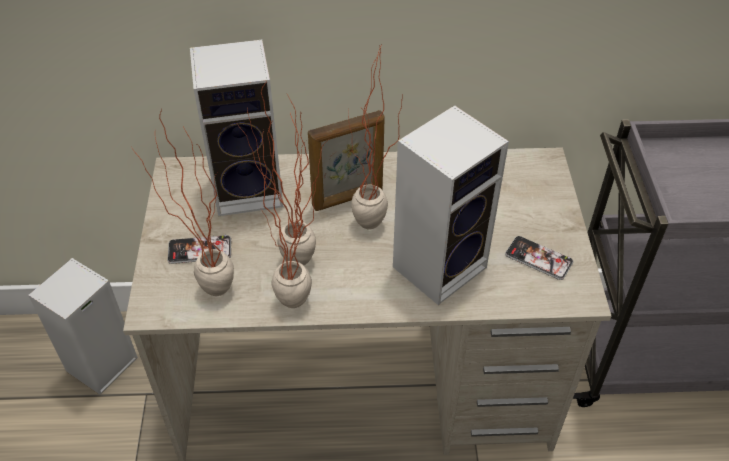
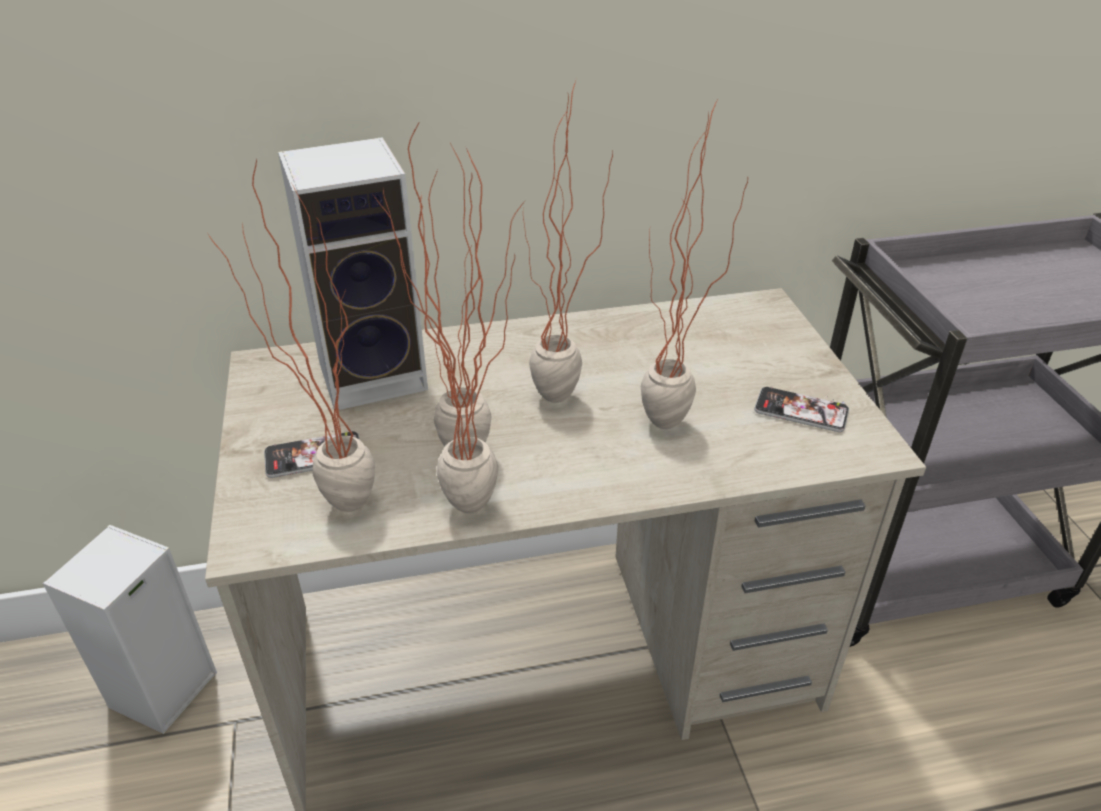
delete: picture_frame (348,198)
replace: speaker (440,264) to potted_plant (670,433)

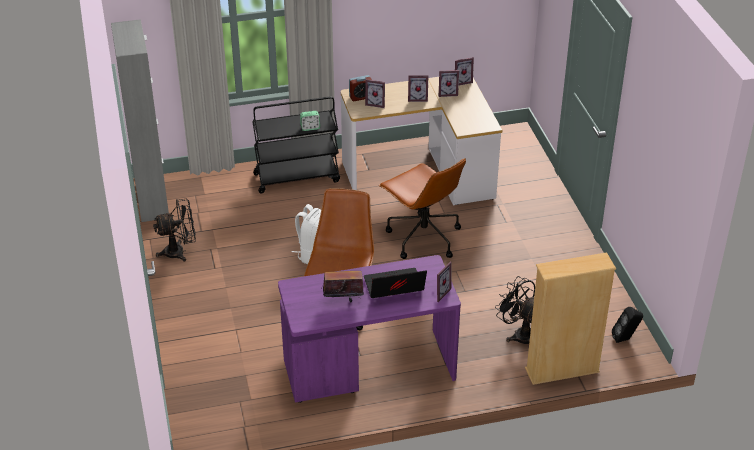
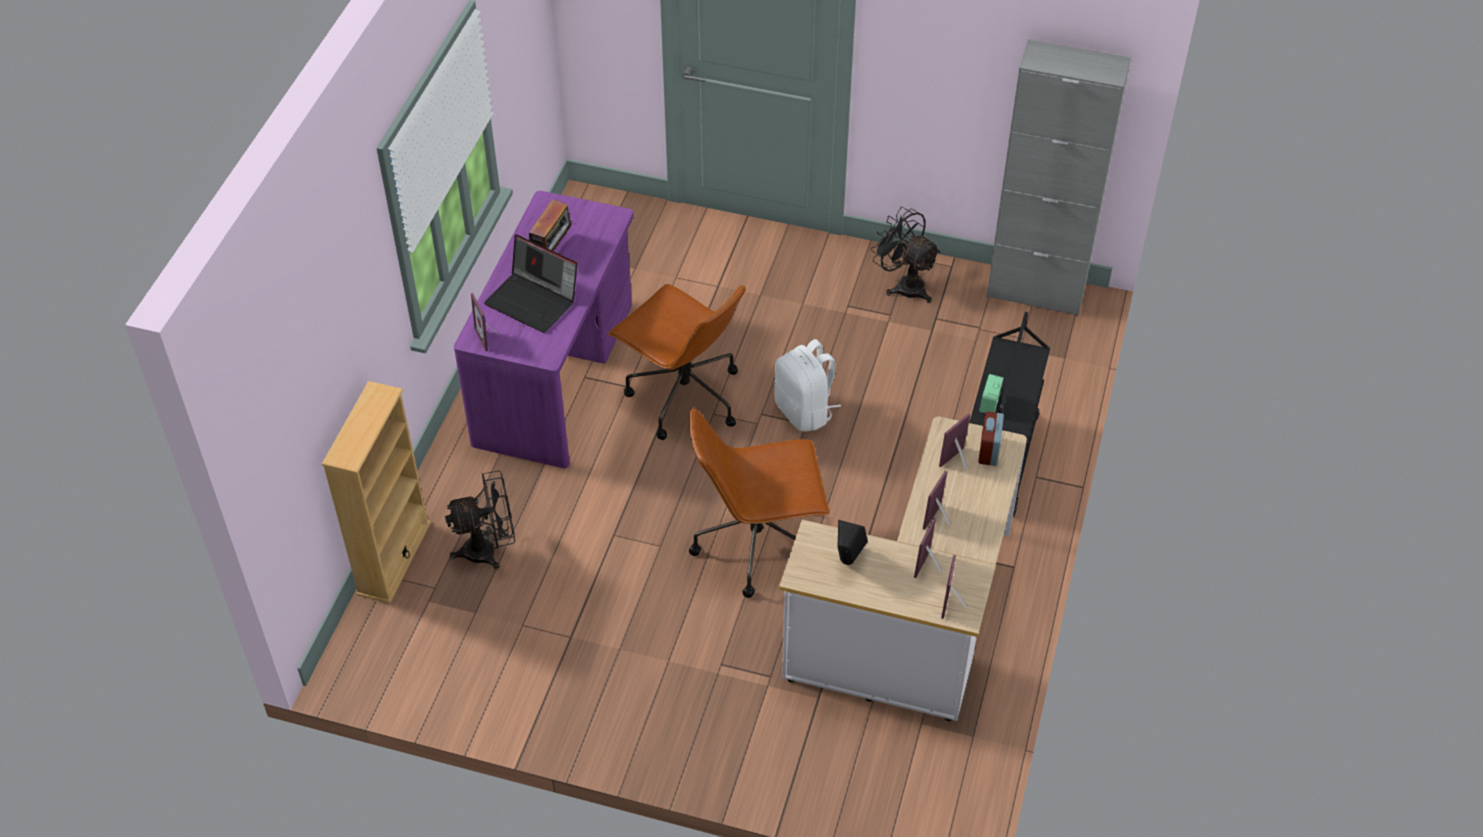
move: black_speaker (625,339) to (847,562)
rotate: black_fan (180,252) = (904,285) 120 degrees clockwise; laptop (393,287) = (534,301) 105 degrees clockwise

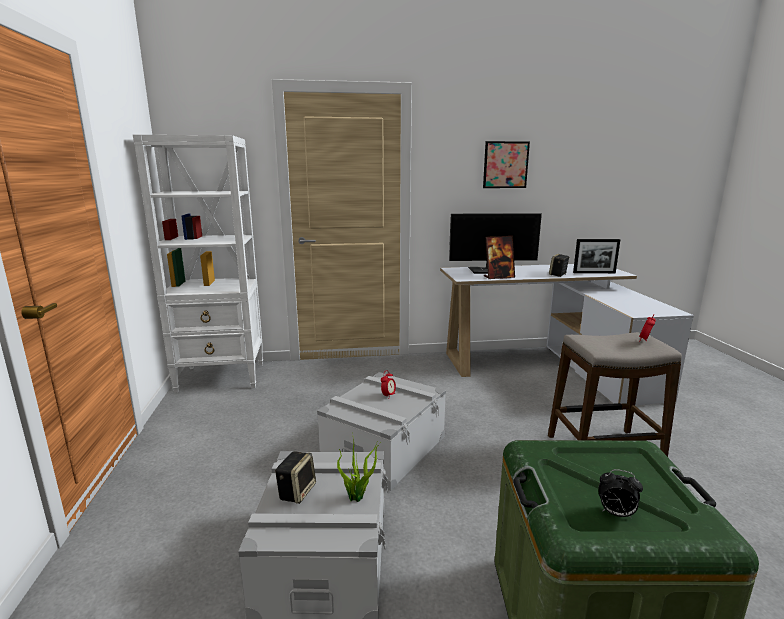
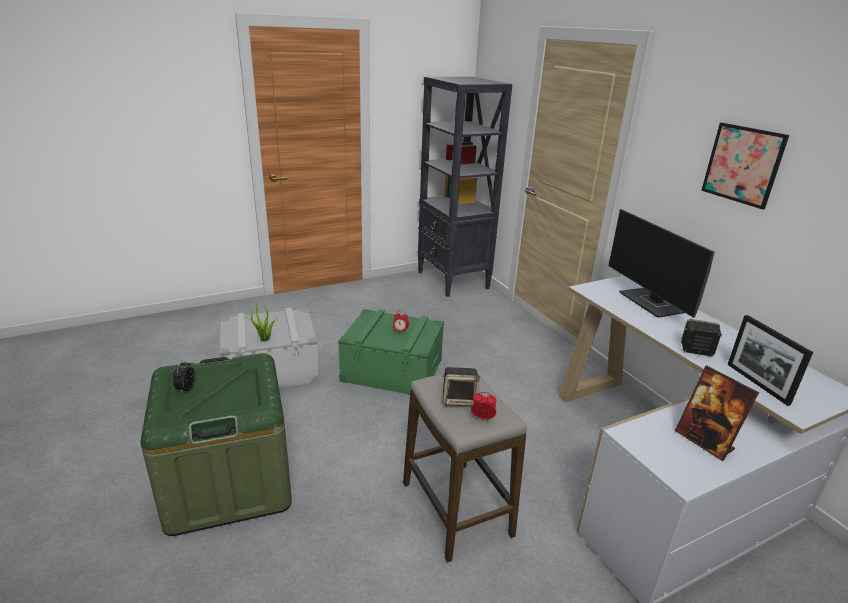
move: picture_frame (498,277) to (704,441); speaker (297,491) to (459,400)
recolor: white_bookcase (222,377) to black_bookcase (453,280); grey_storage_box (384,448) to green_storage_box (392,370)

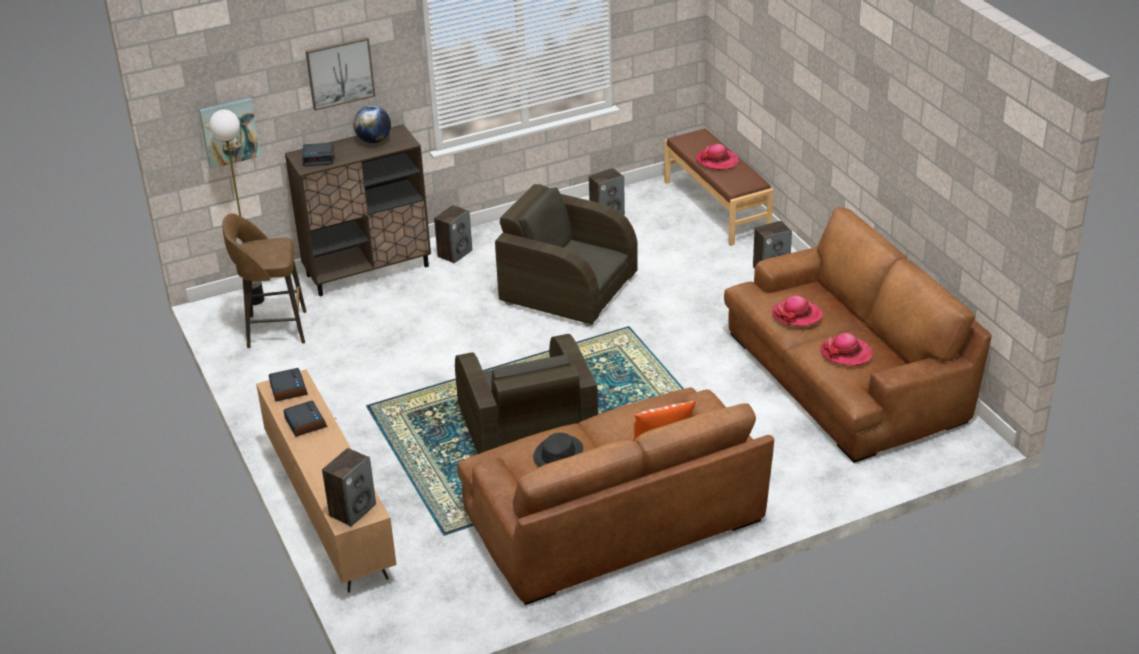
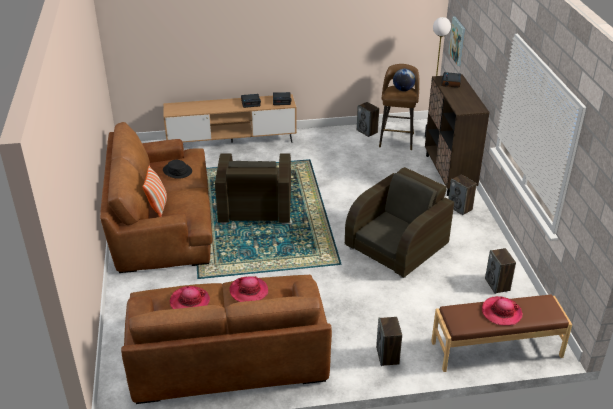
delete: picture (340,72)
move: globe (374,140) to (403,90); speaker (352,510) to (367,131)
rotate: brown_armchair (527,431) = (255,206) 90 degrees counterclockwise

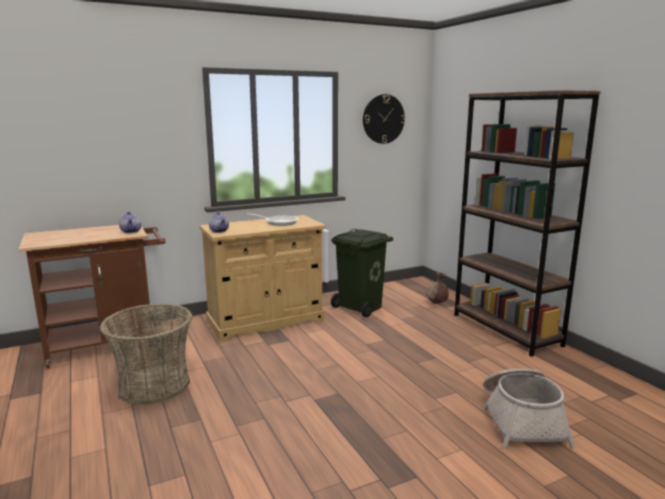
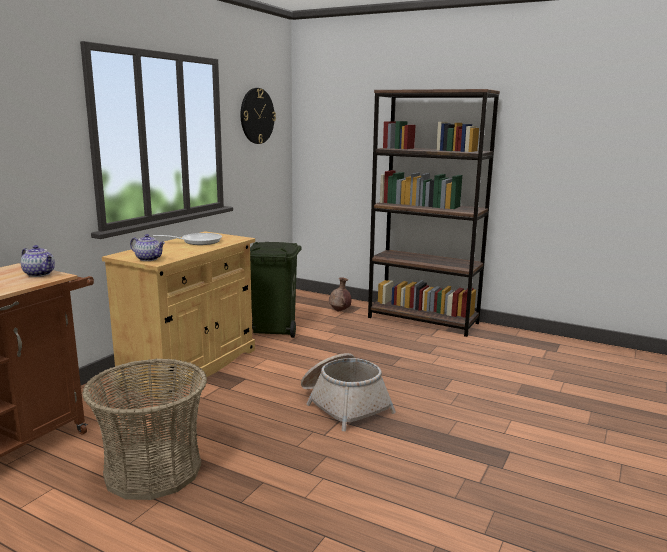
move: basket (521,420) to (343,404)

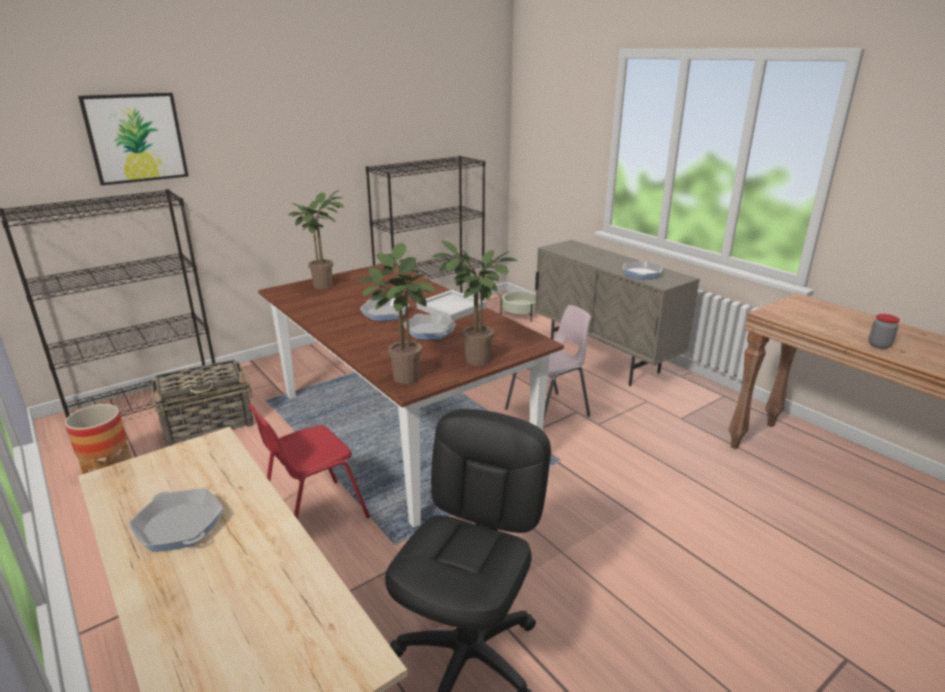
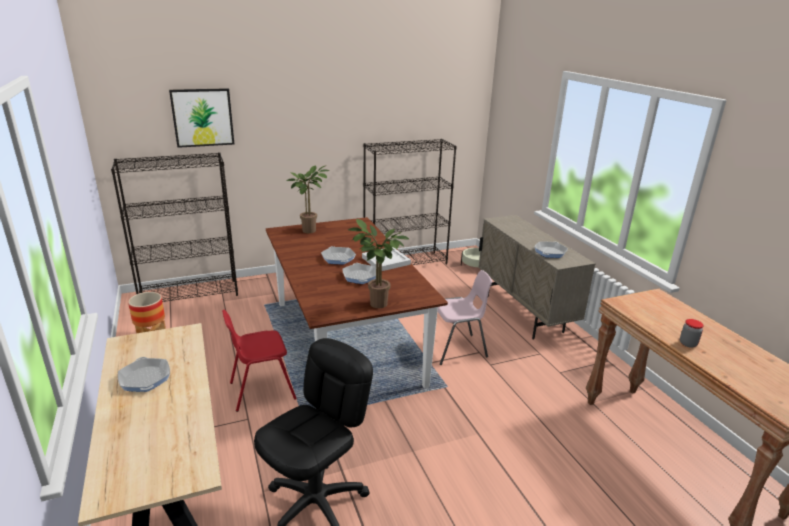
delete: potted_plant (402,376); basket (209,424)

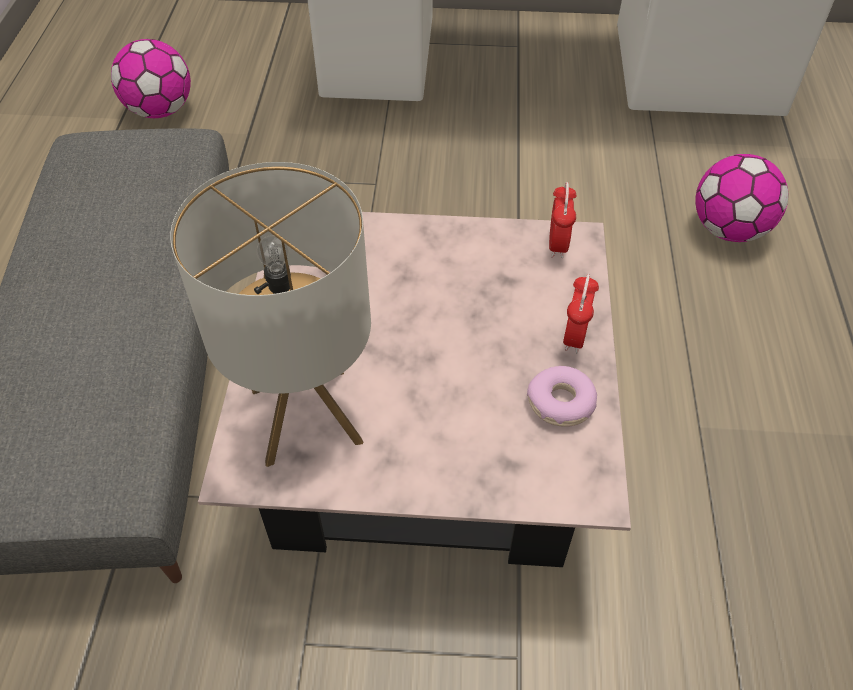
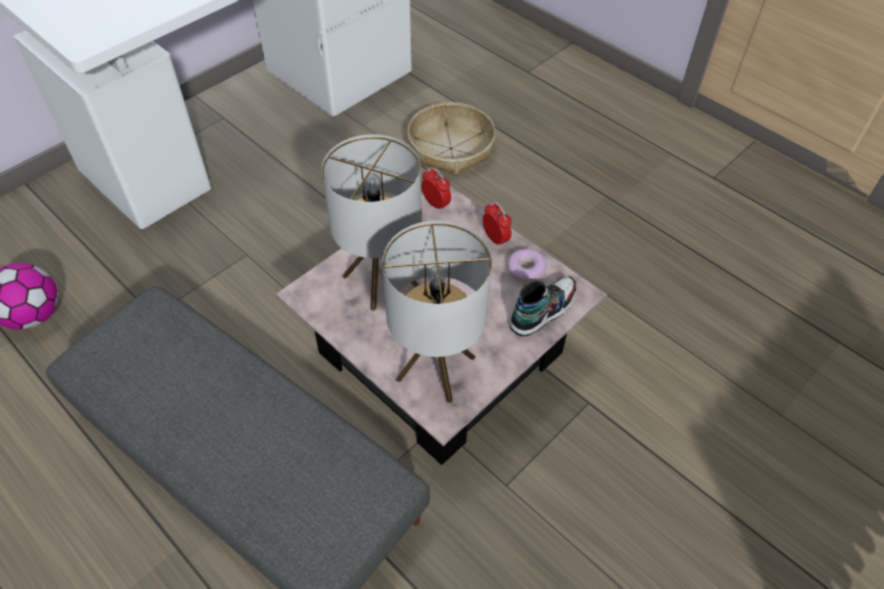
insert: table_lamp (380,280); shoe (542,311)
replace: football (728,229) to basket (450,148)

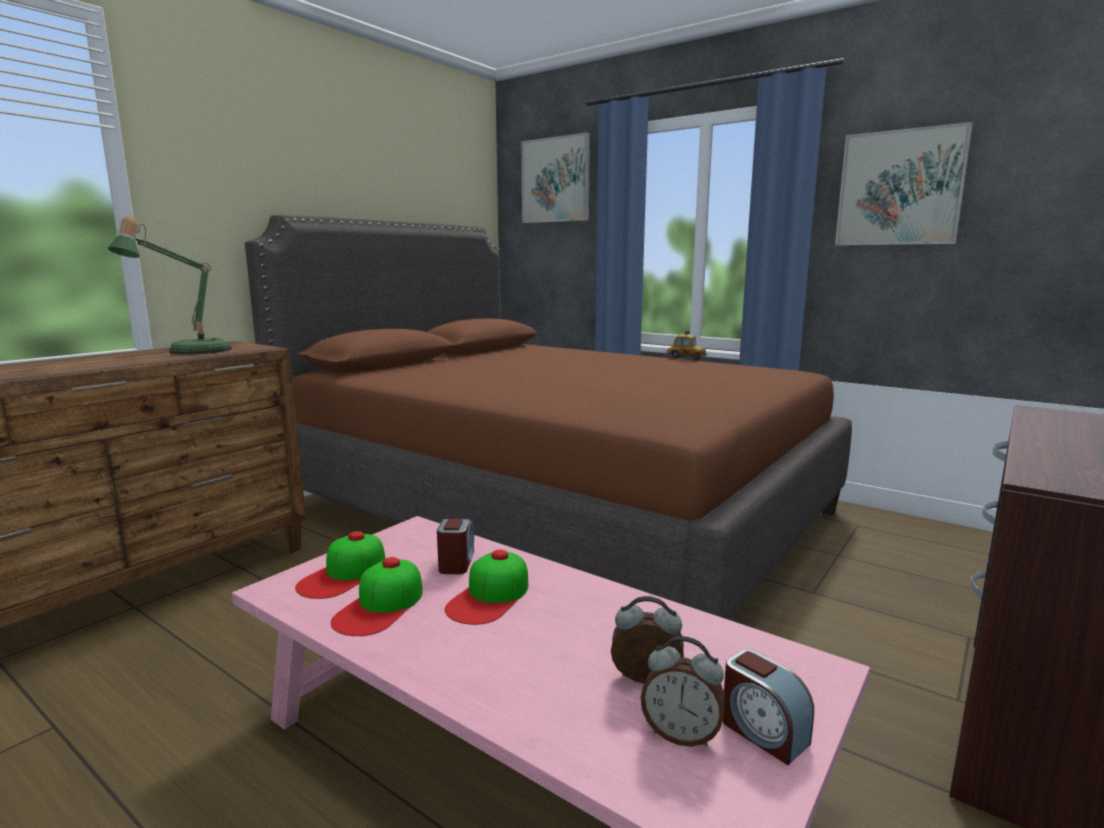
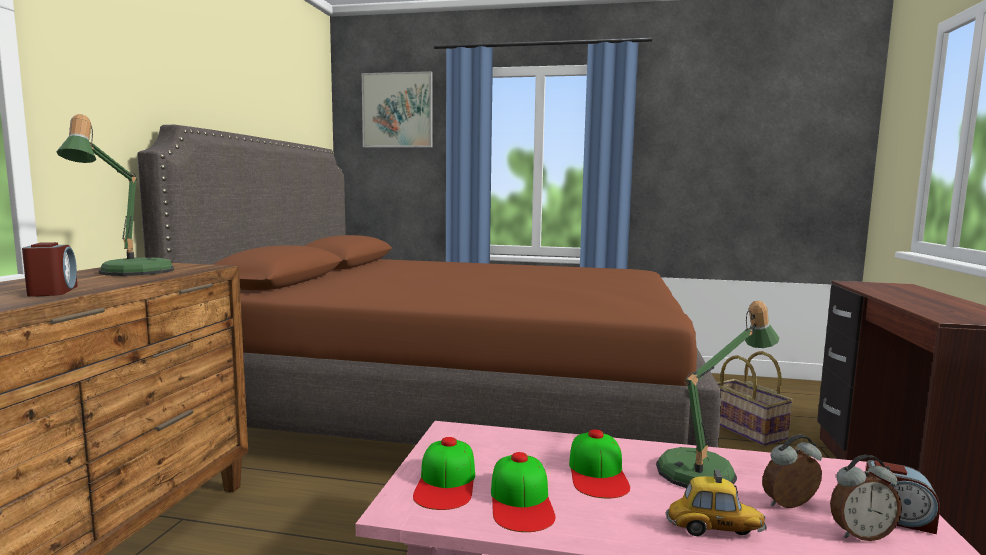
delete: picture (899,188)
insert: table_lamp (706,470); basket (747,429)
move: toy_car (686,358) to (714,530); alarm_clock (456,562) to (53,291)

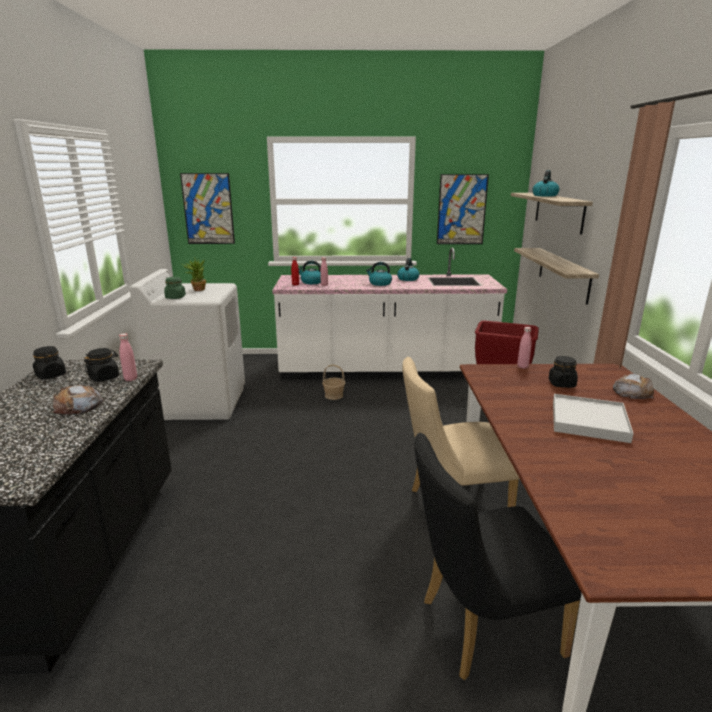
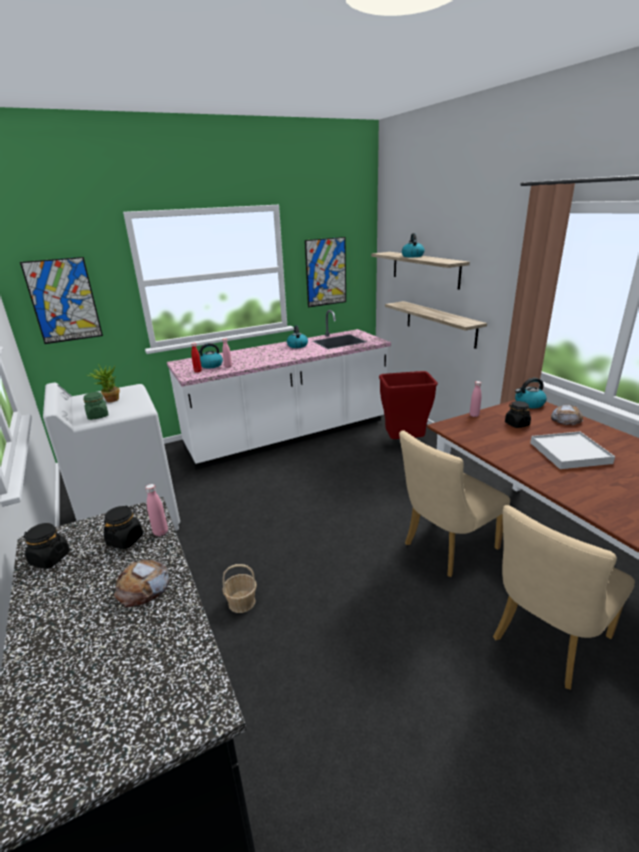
move: kettle (379,283) to (529,404); basket (334,395) to (241,602)
recolor: black_chair (480,628) to beige_chair (545,642)

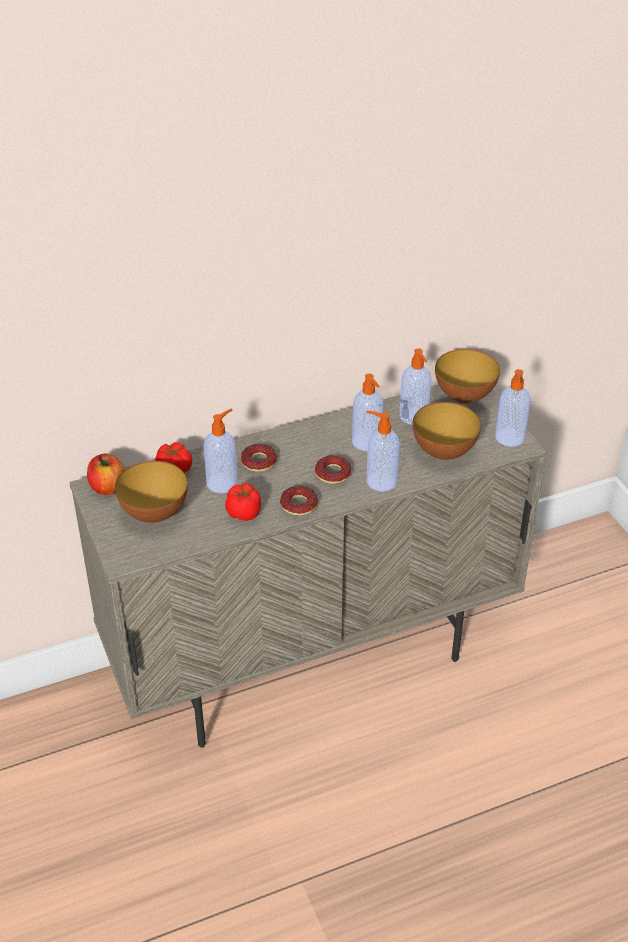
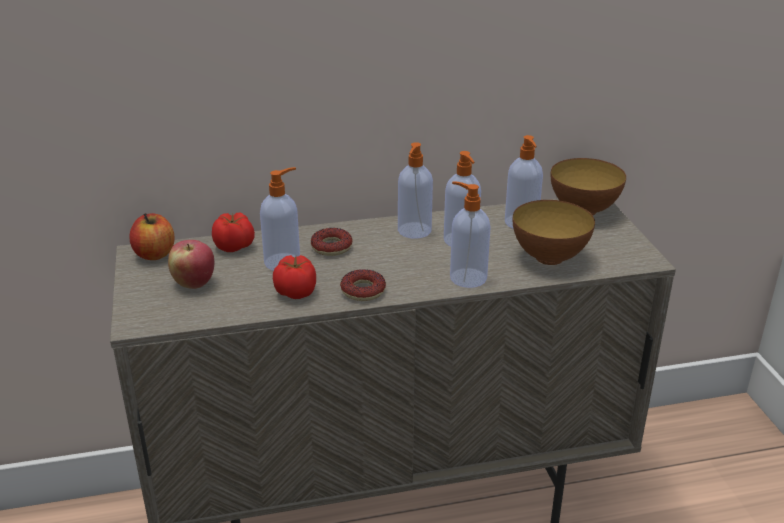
delete: donut (333,473)
move: soap_dispenser (509,438) to (414,231)
replace: bowl (154,514) to apple (194,283)

